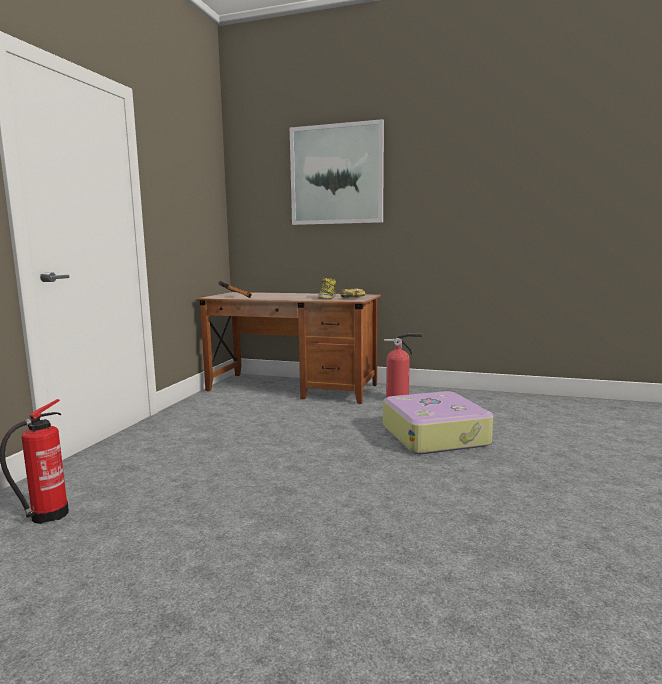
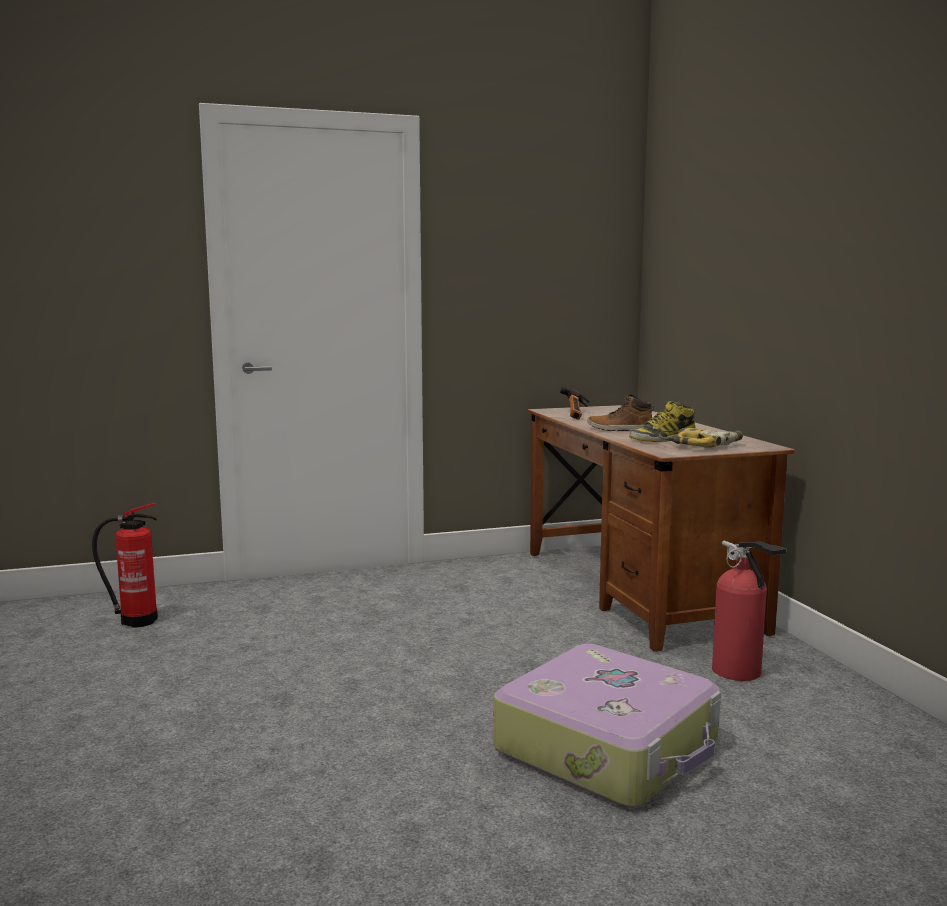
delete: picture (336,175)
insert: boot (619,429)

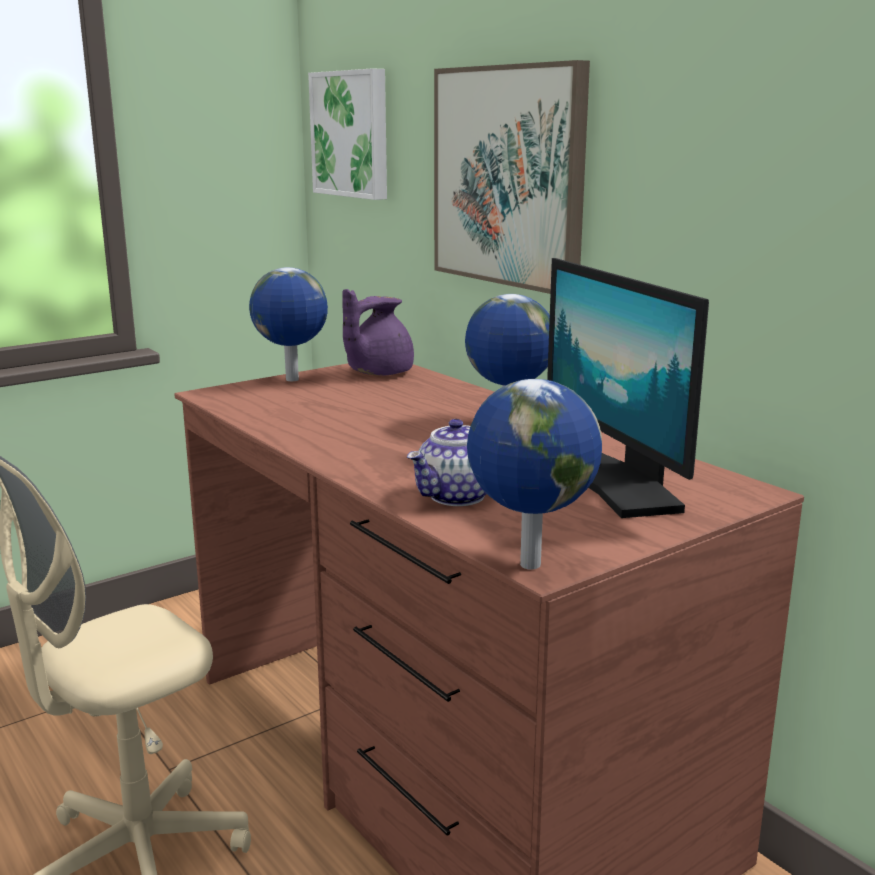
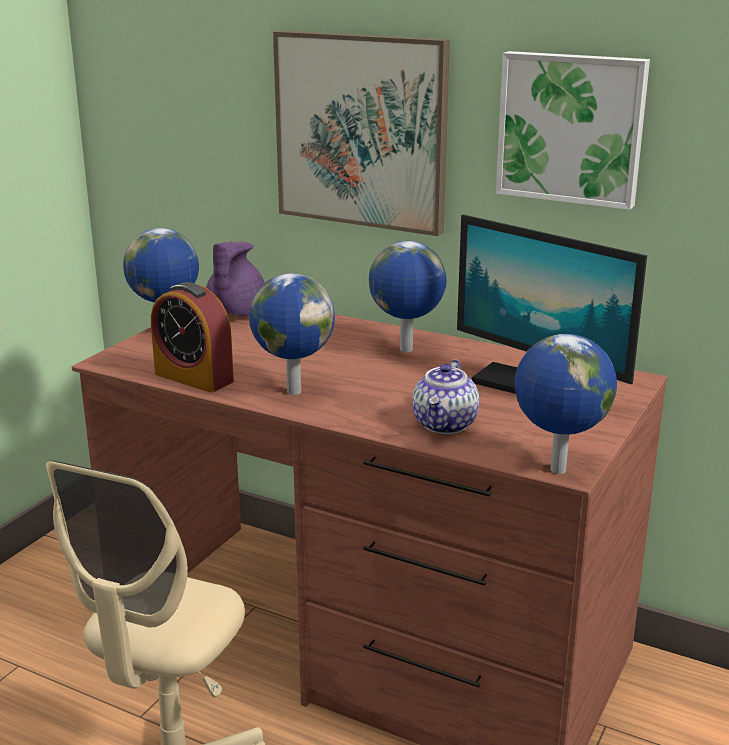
insert: globe (292,391); alarm_clock (194,377)
move: picture (353,134) to (571,128)

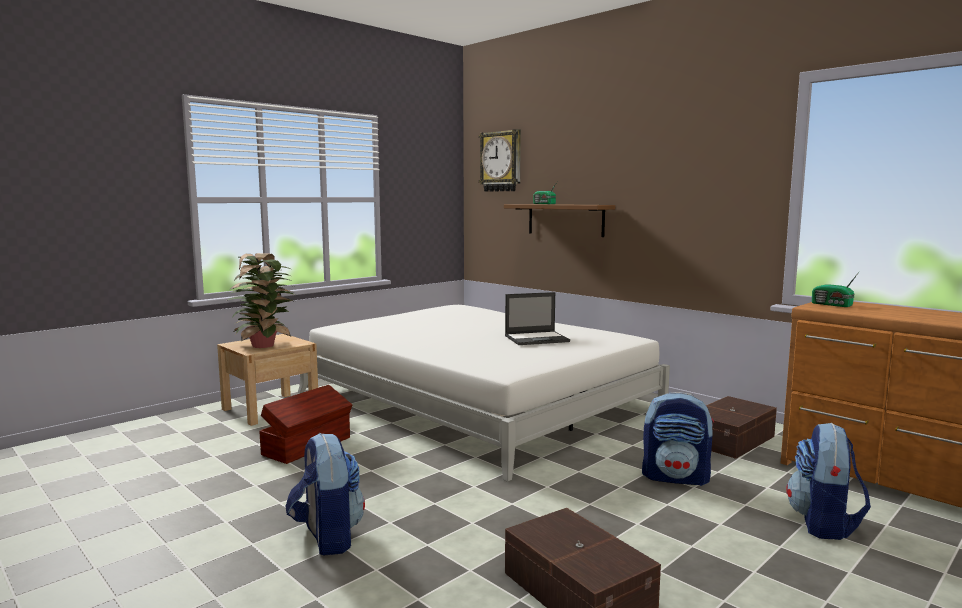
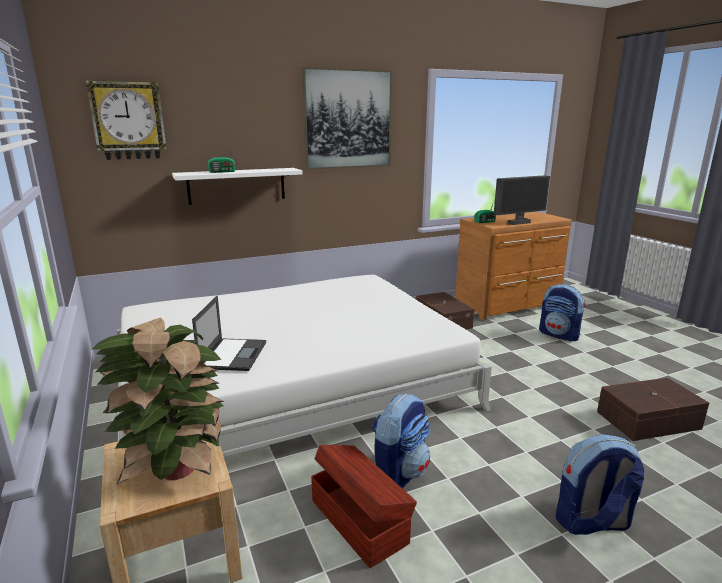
insert: picture (347,119); monitor (518,223)
move: laptop (537,339) to (233,354); backpack (676,477) to (399,473)
recolor: brown_shelf (565,219) to white_shelf (237,185)

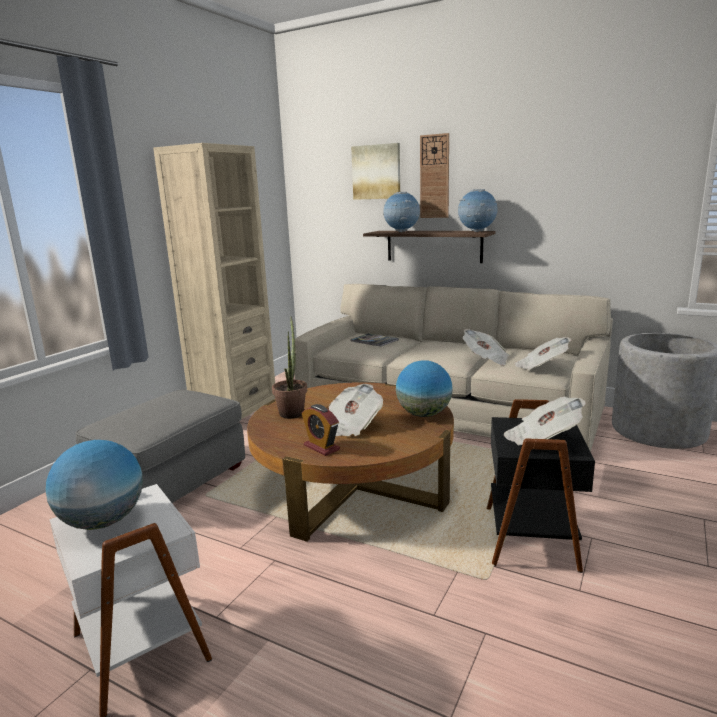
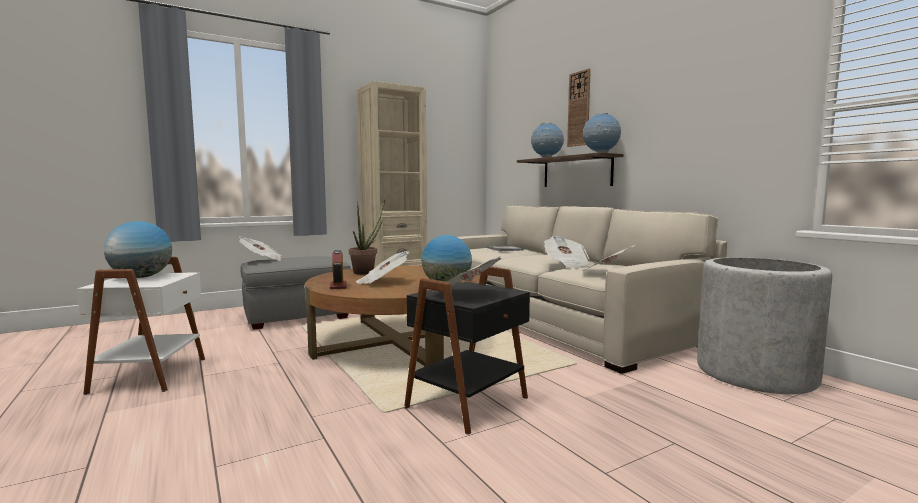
delete: picture (376,172)
insert: newspaper (262,260)

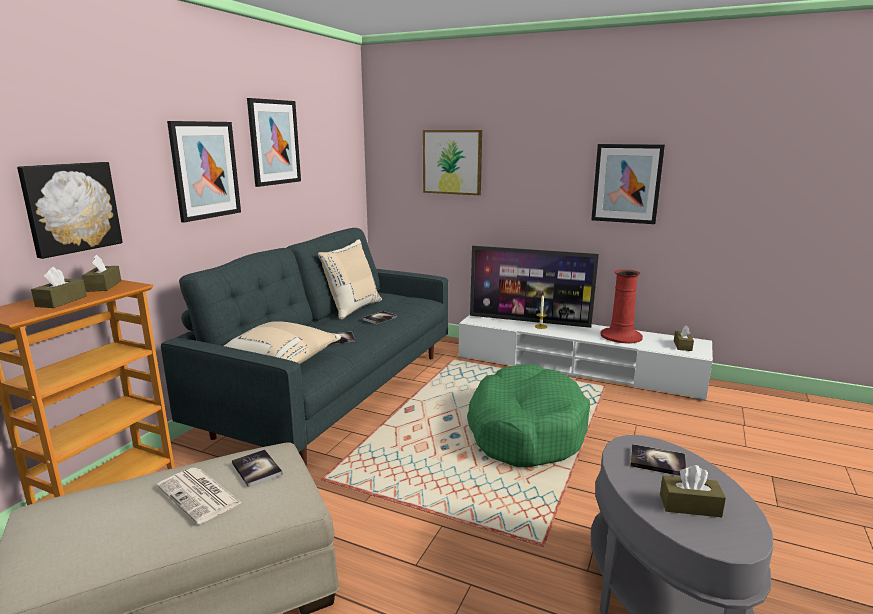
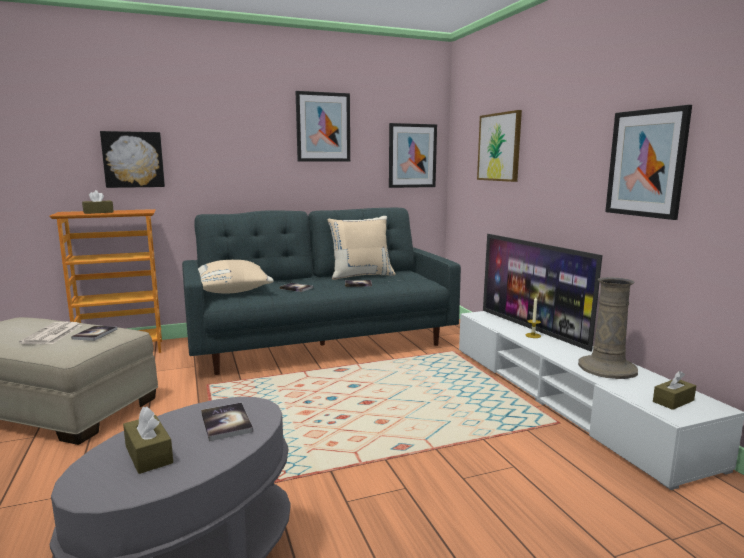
delete: brown_tissue_box (103,286); green_dog_bed (525,430)
move: picture (205,170) to (412,156)
recolor: red_vase (621,336) to beige_vase (607,368)

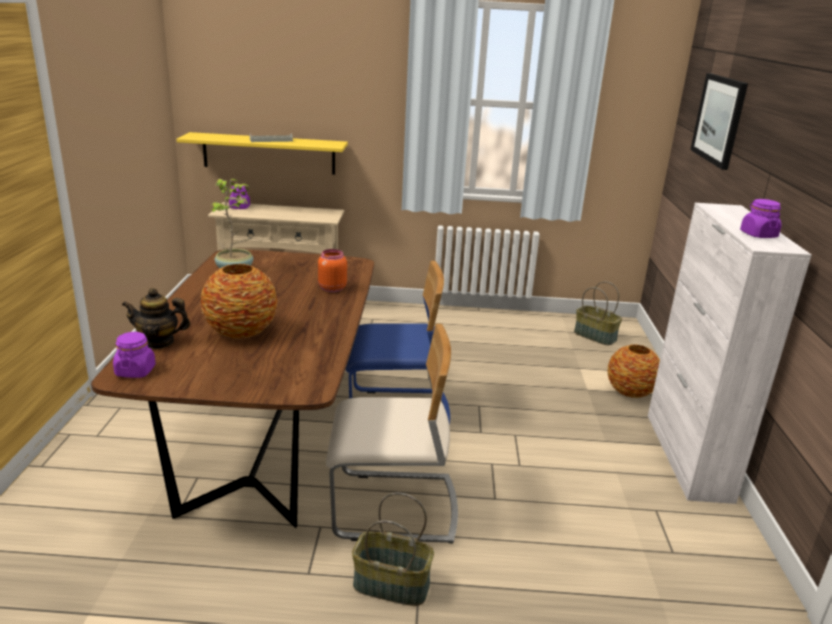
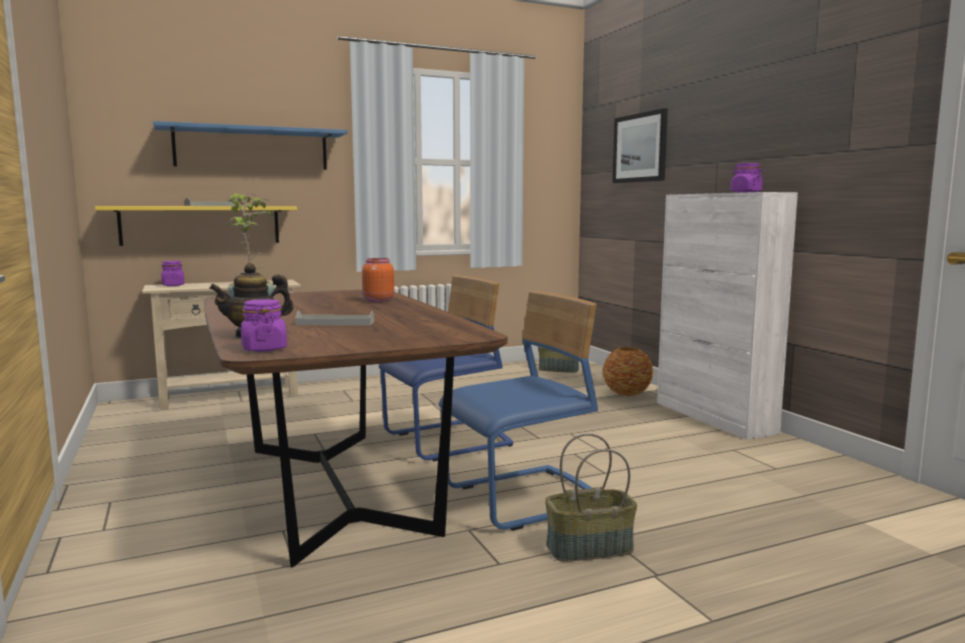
insert: blue_shelf (252,149)
replace: vase (240,332) to grey_tray (335,323)
recolor: beige_chair (394,508) to blue_chair (524,499)

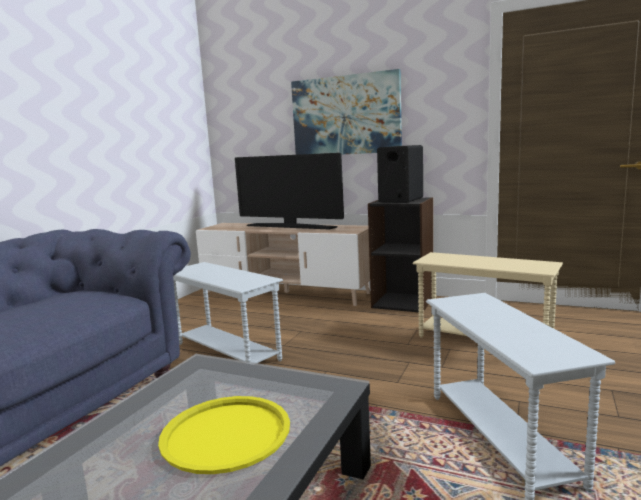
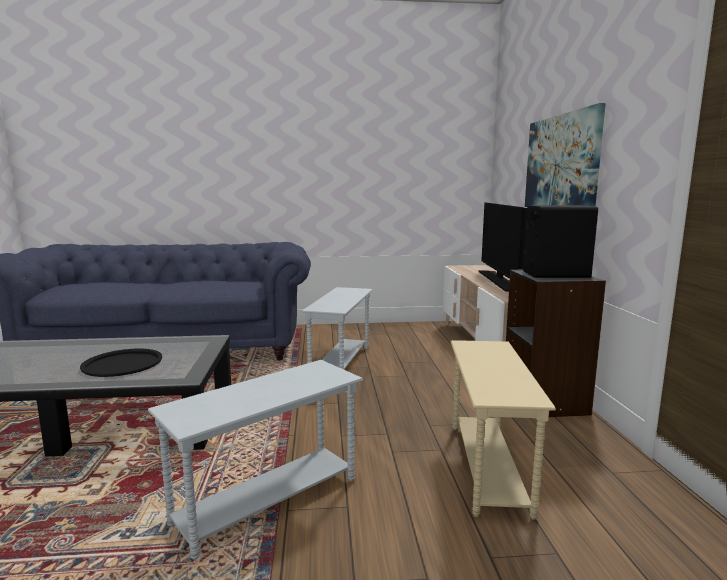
recolor: yellow_tray (226,434) to black_tray (122,364)

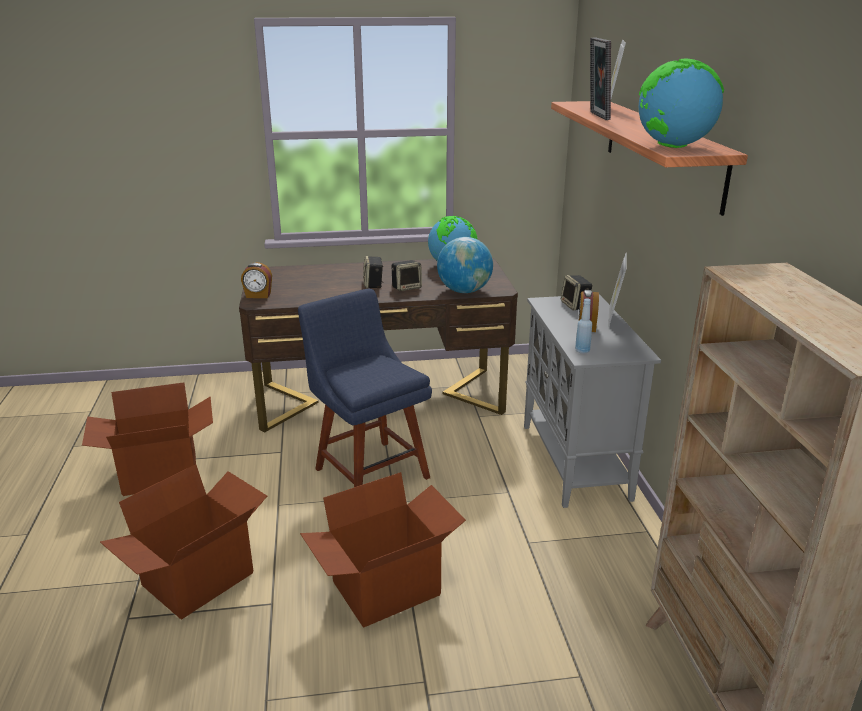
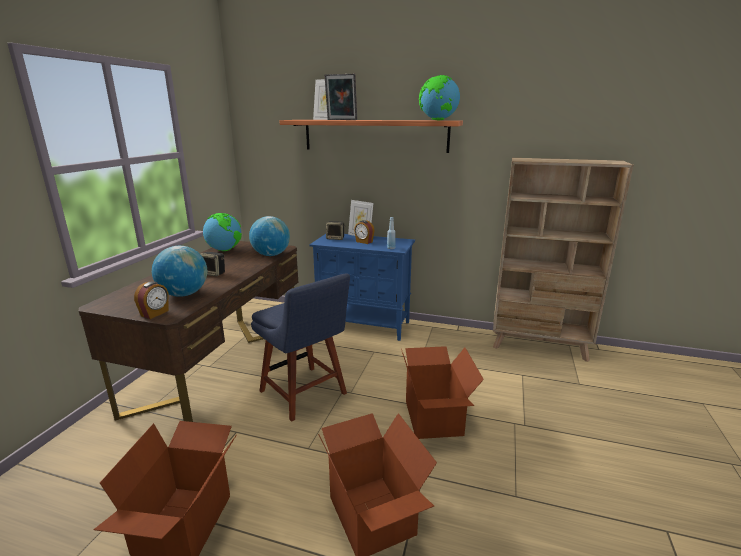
delete: speaker (407,287)
insert: globe (184,294)
recolor: grey_cabinet (575,462) to blue_cabinet (364,325)
rotate: blue_chair (369,470) = (305,394) 120 degrees counterclockwise

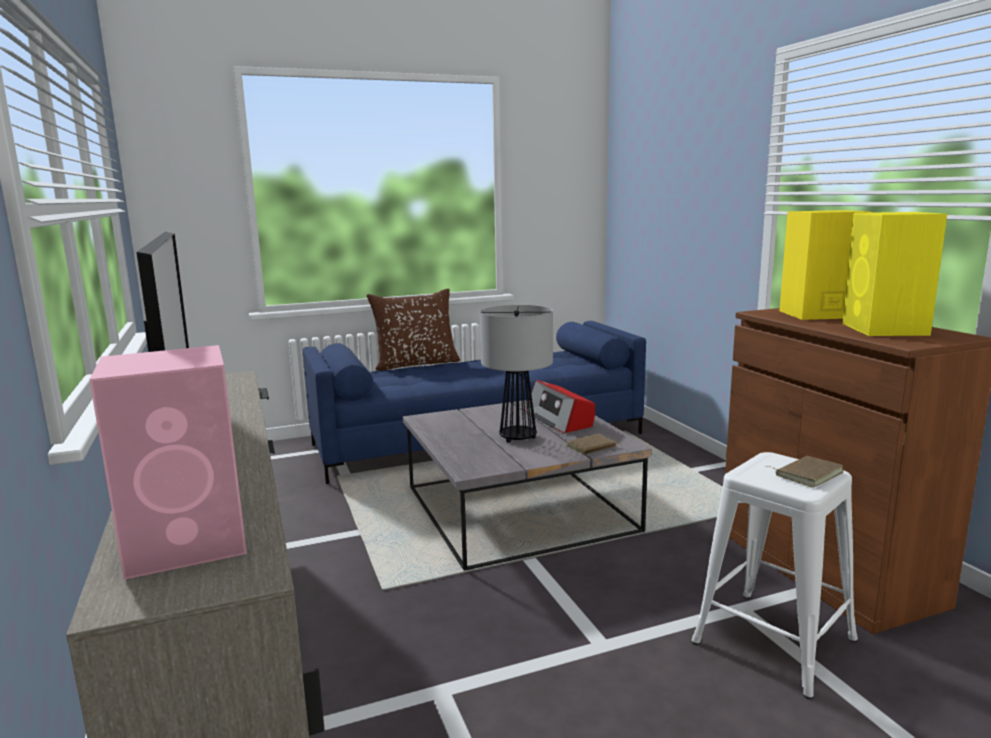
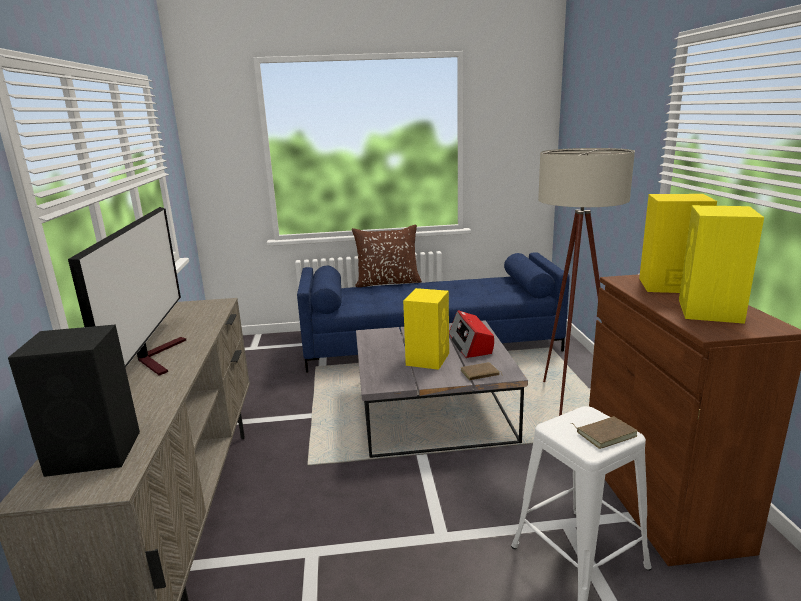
insert: beige_floor_lamp (569,404)
replace: table_lamp (517,438) to yellow_speaker (428,358)
recolor: pink_speaker (190,543) to black_speaker (97,452)

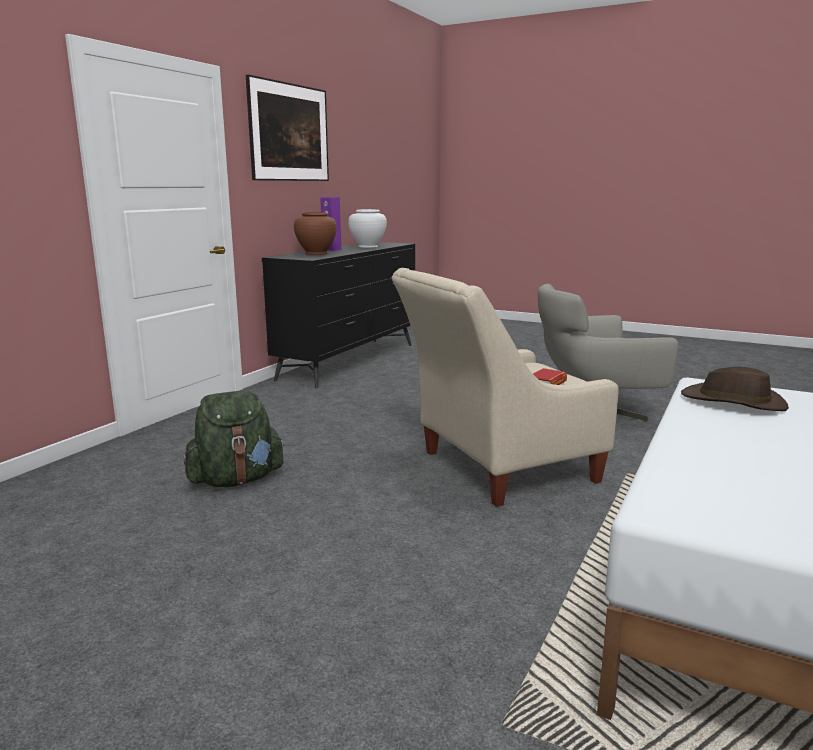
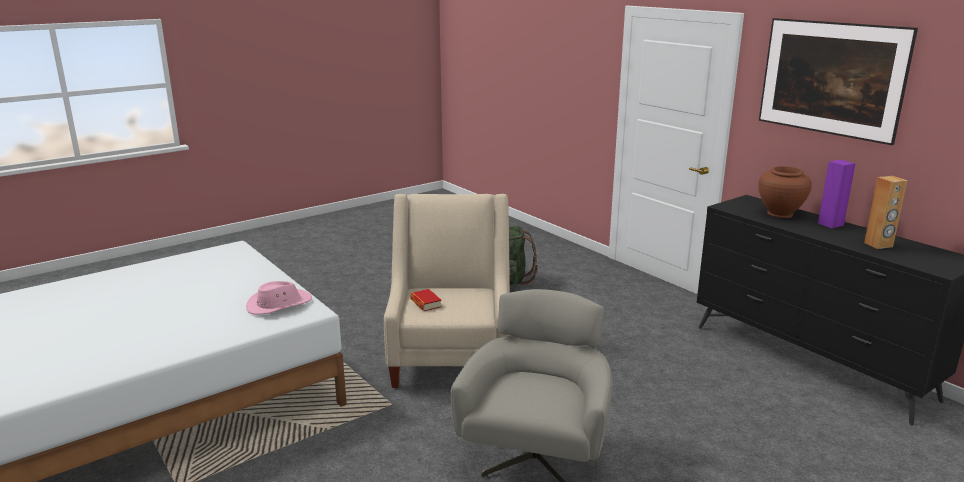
replace: white_vase (367,246) to brown_speaker (878,245)
recolor: brown_hat (733,402) to pink_hat (279,304)

